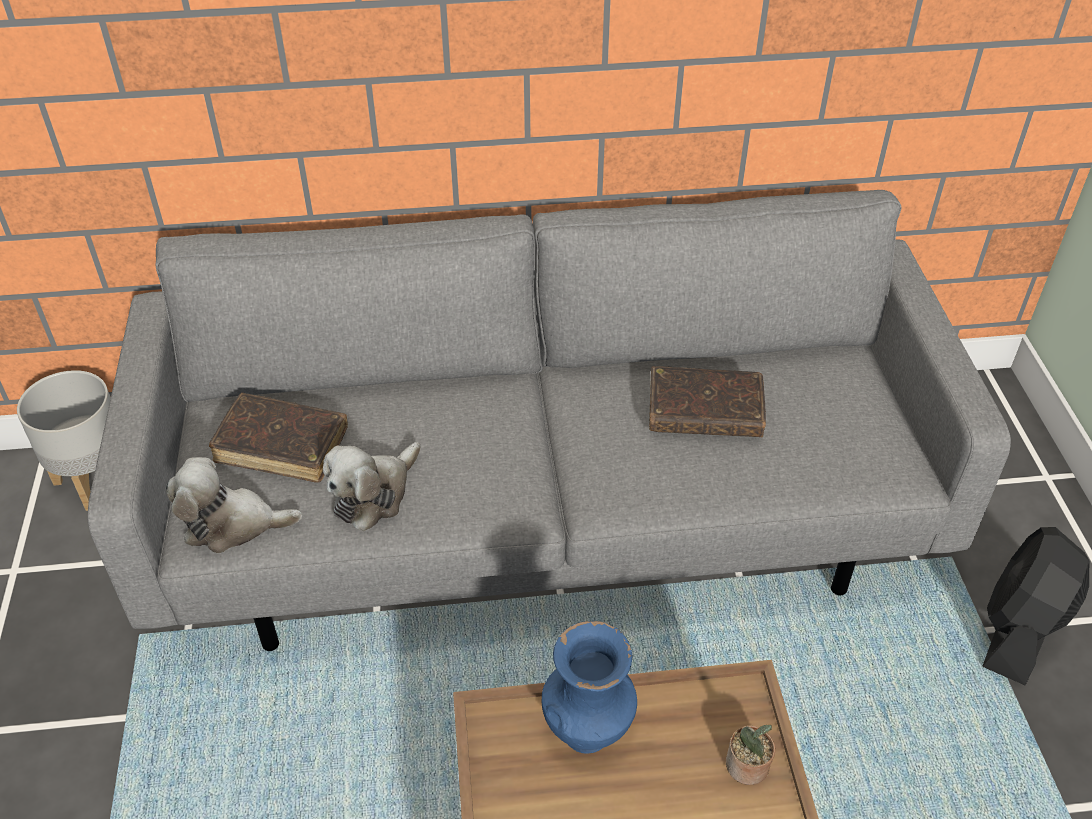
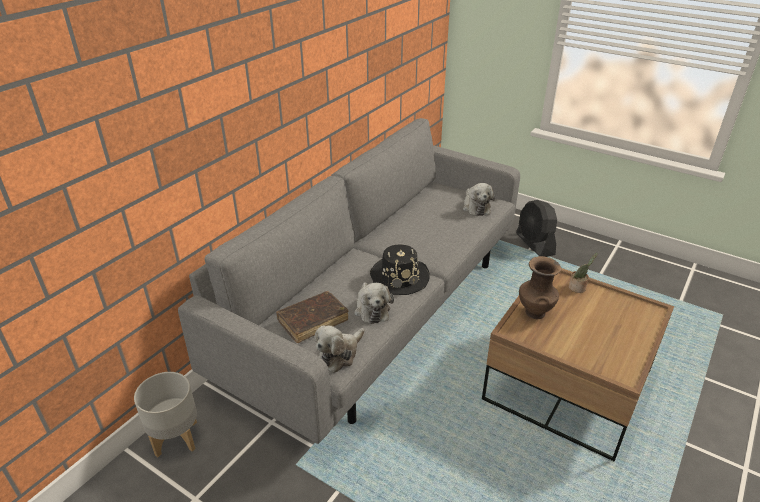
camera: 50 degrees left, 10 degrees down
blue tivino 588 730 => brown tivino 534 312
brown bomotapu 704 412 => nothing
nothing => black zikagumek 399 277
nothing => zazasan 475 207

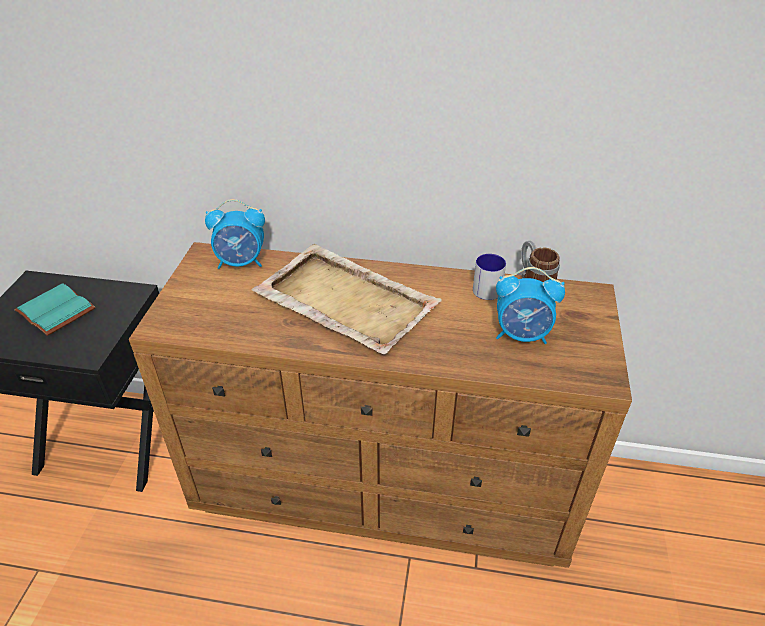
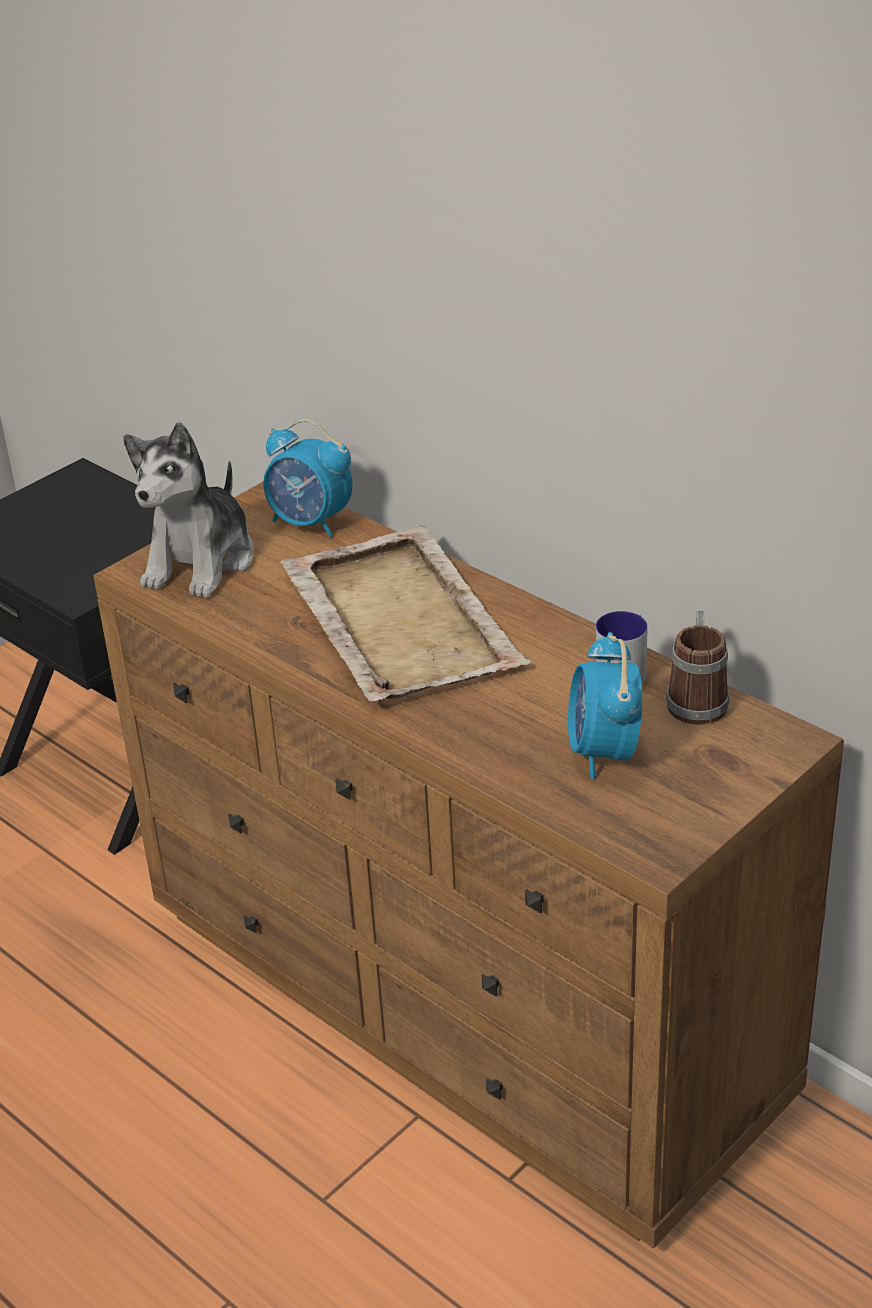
camera: 35 degrees right, 5 degrees down
turquoise bomotapu 53 311 => nothing
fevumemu 522 335 => fevumemu 603 753, 45 degrees clockwise
nothing => zazasan 201 562

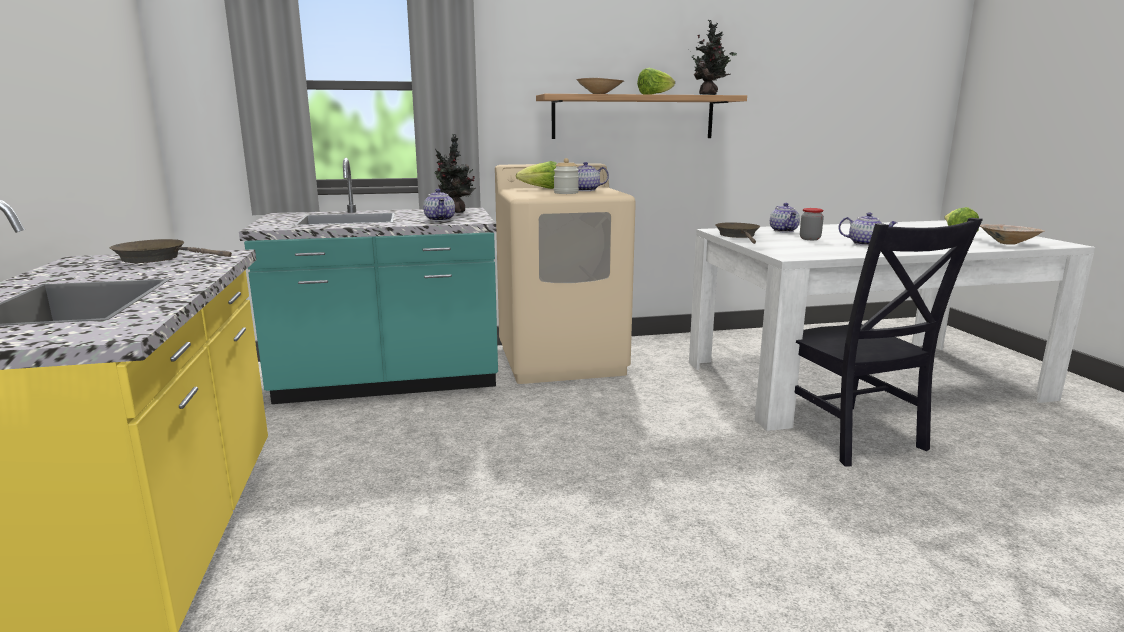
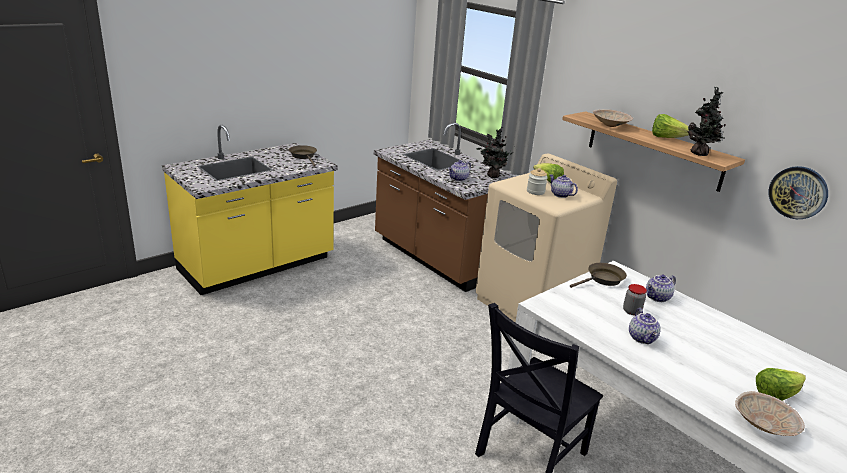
camera: 60 degrees right, 10 degrees up
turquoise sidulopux 388 381 => brown sidulopux 437 258
nothing => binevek 798 192

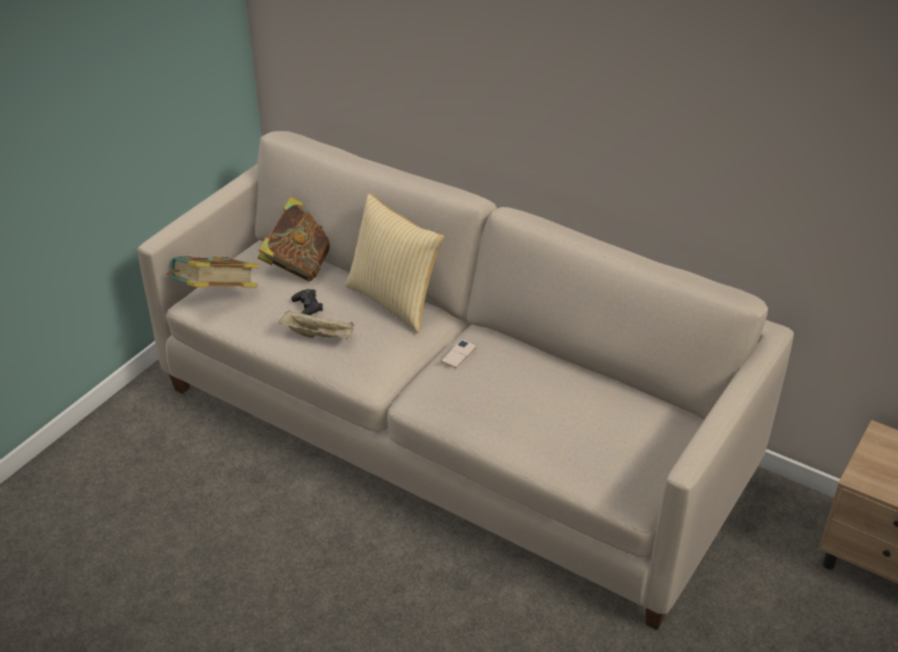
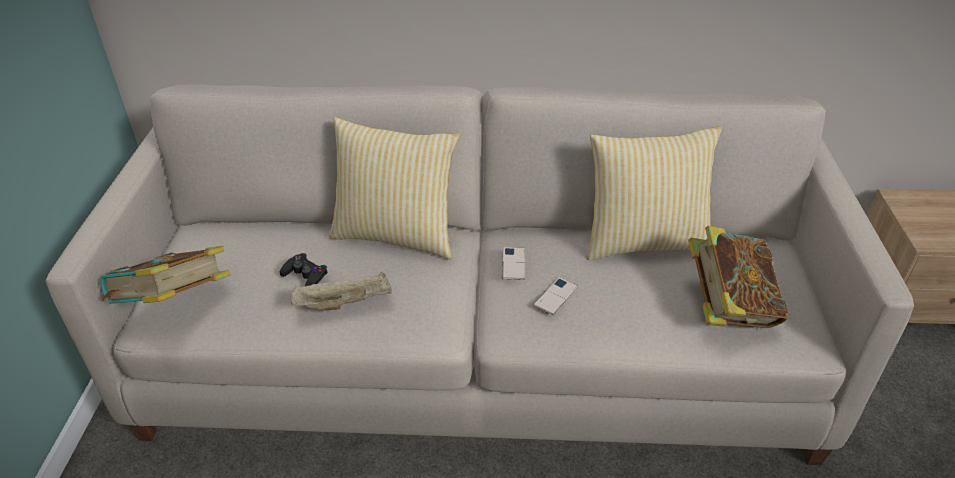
camera: 30 degrees left, 0 degrees up
bomotapu 301 263 => bomotapu 728 307, relocated
nothing => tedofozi 555 296
nothing => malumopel 644 241

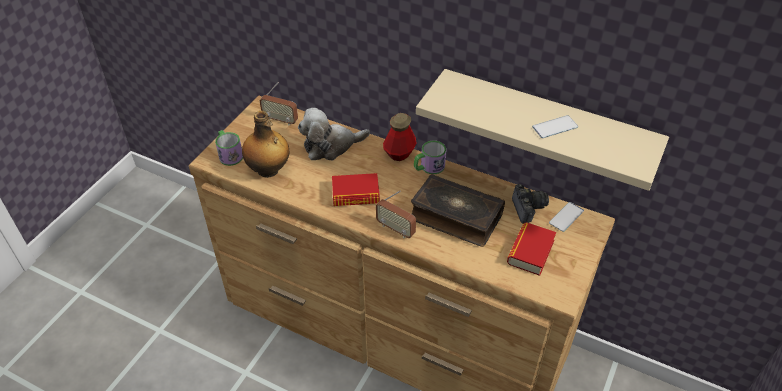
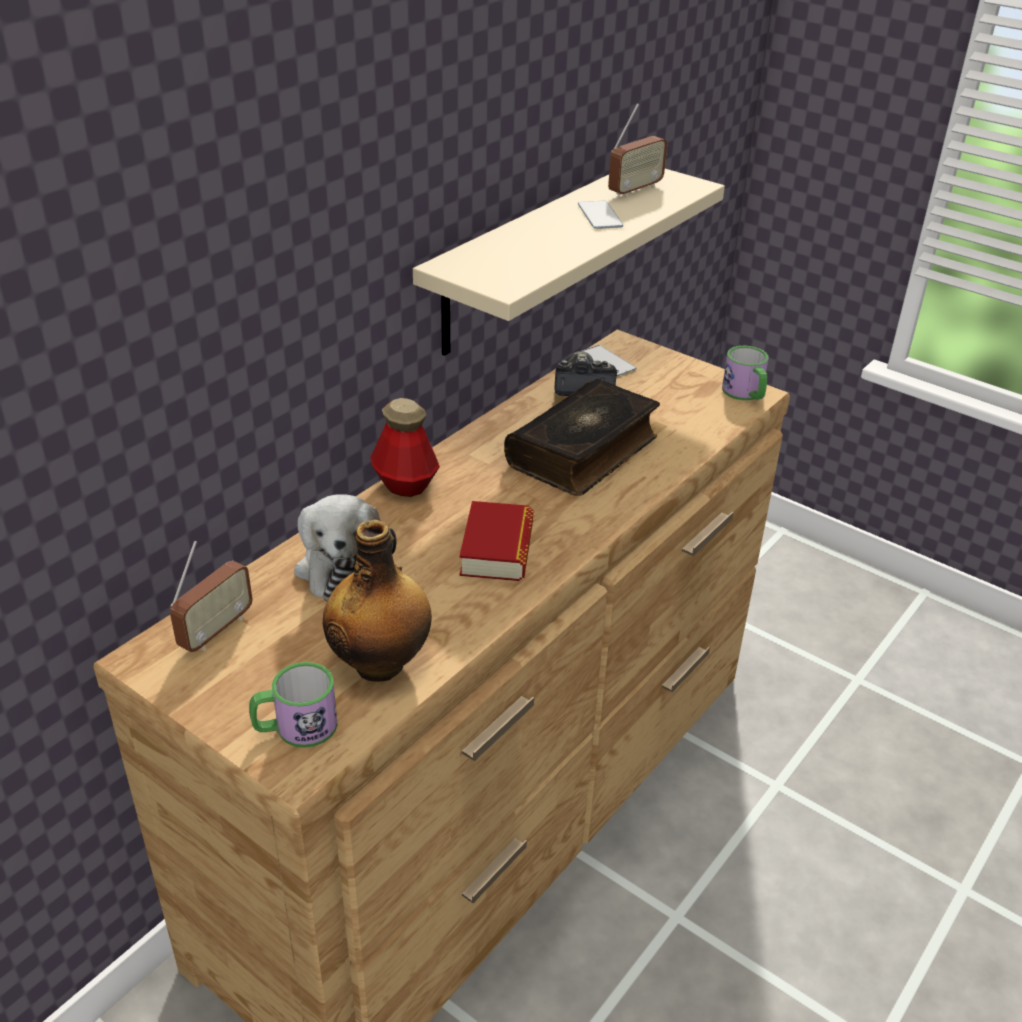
camera: 80 degrees left, 10 degrees down
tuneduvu 396 229 => tuneduvu 634 190, relocated
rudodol 428 167 => rudodol 746 394, relocated
bomotapu 530 252 => nothing

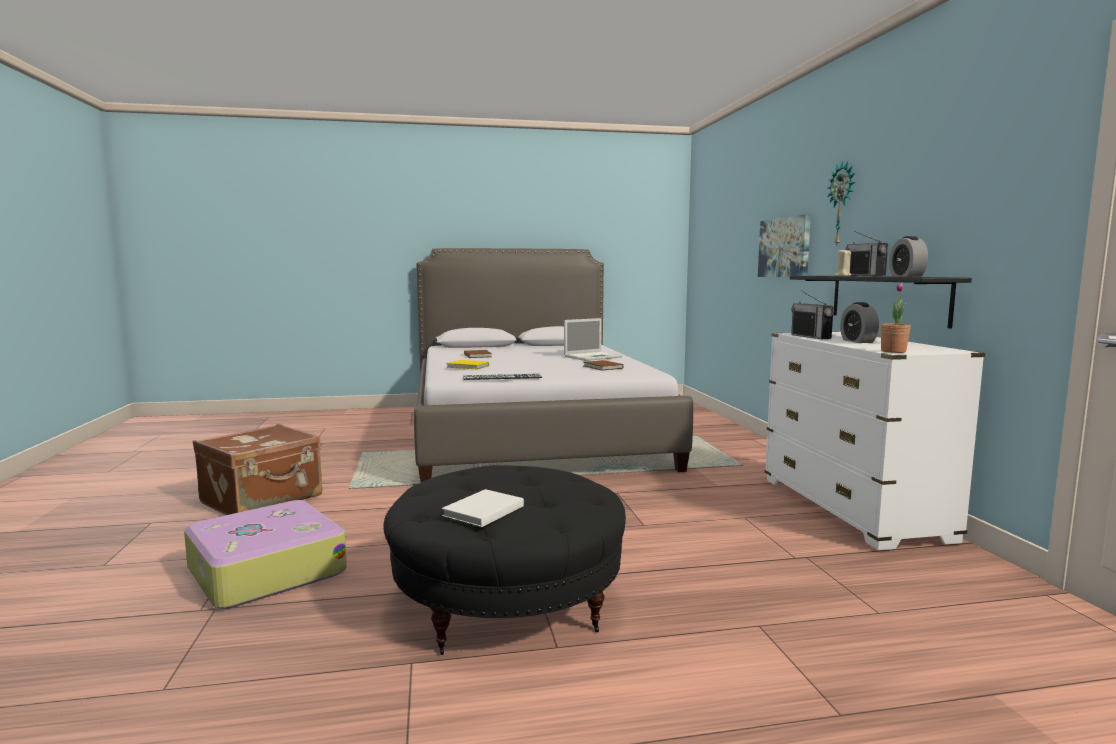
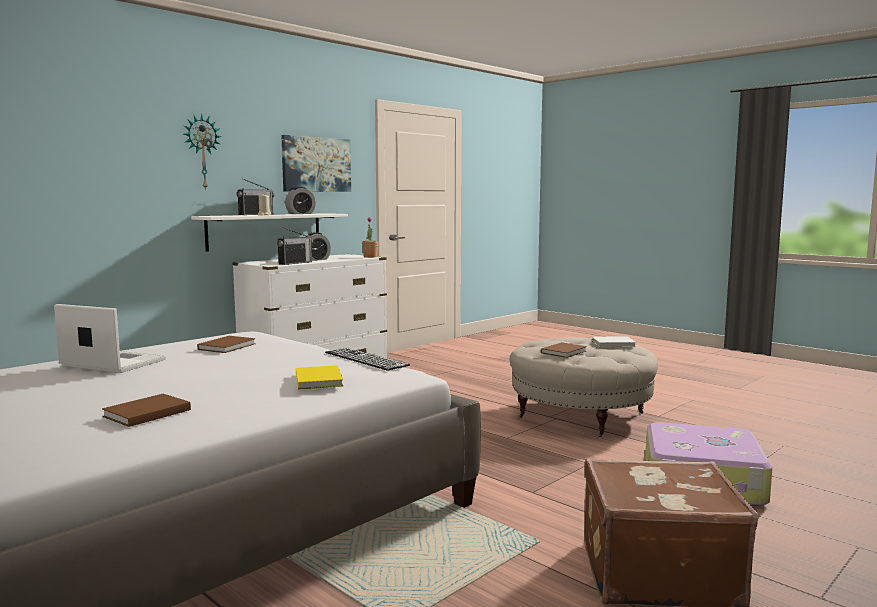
camera: 125 degrees left, 0 degrees up
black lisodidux 508 602 => beige lisodidux 581 415
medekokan 784 247 => medekokan 316 164, relocated
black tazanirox 887 298 => white tazanirox 265 231
nothing => brown bomotapu 565 352

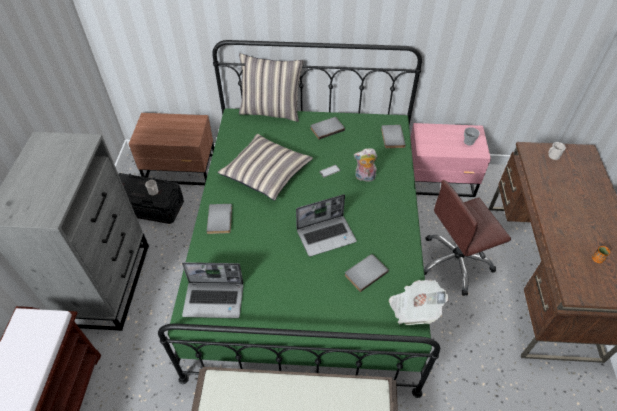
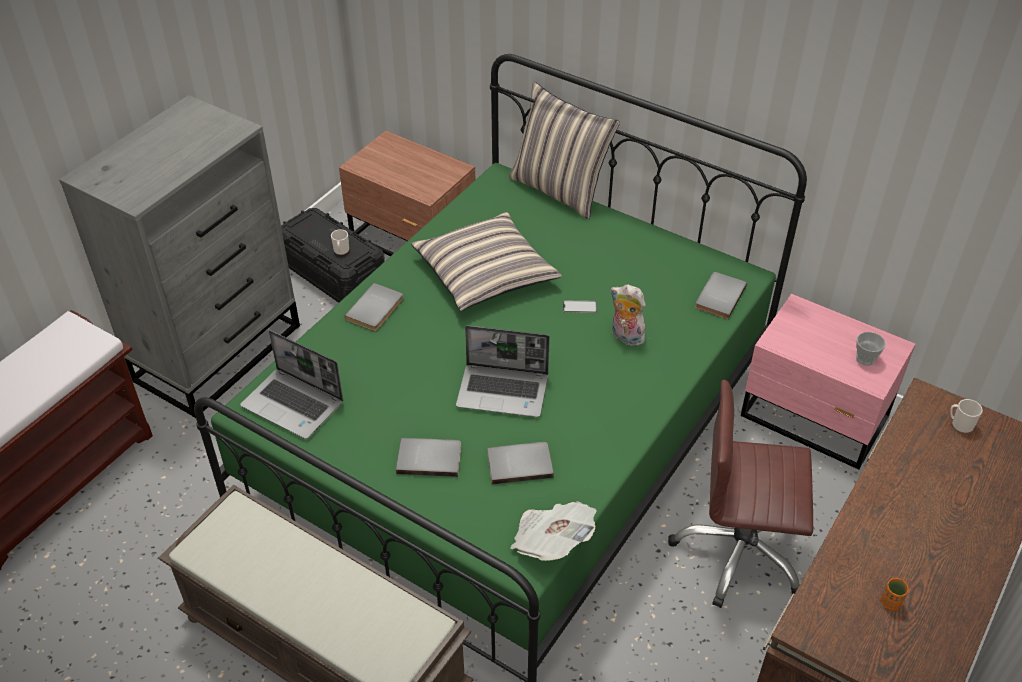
camera: 30 degrees right, 5 degrees down
grey bomotapu 326 128 => grey bomotapu 429 457, relocated

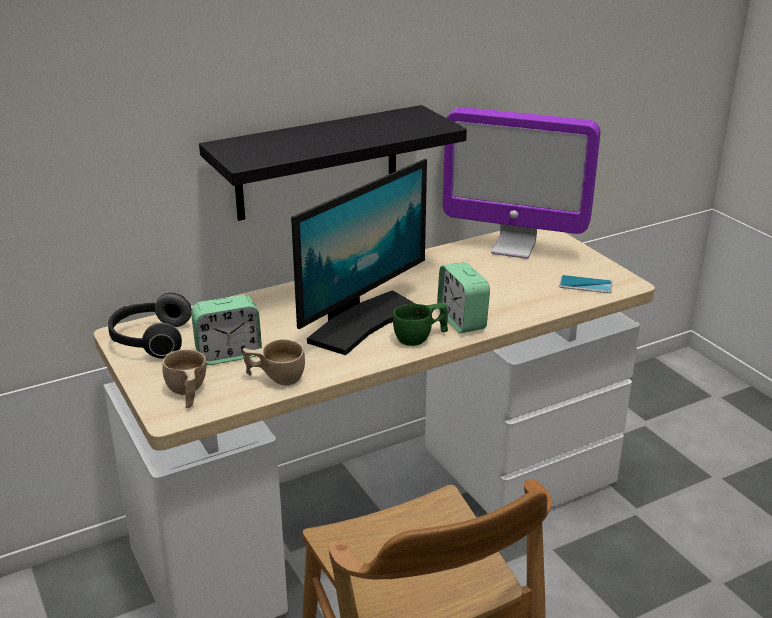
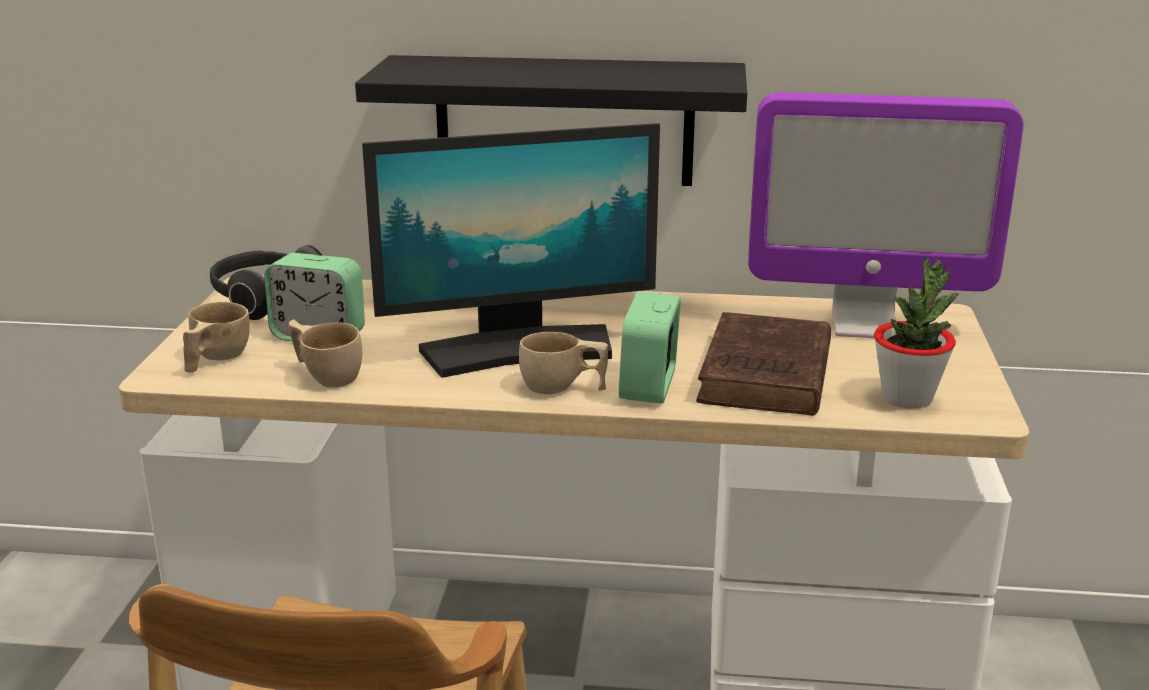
camera: 35 degrees right, 5 degrees down
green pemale 420 338 => beige pemale 563 388
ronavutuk 513 248 => ronavutuk 864 324, 45 degrees counterclockwise
tedofozi 585 285 => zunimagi 907 398
nothing => brown bomotapu 765 376

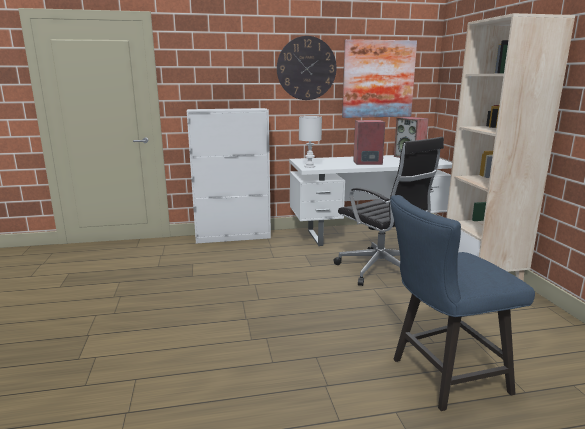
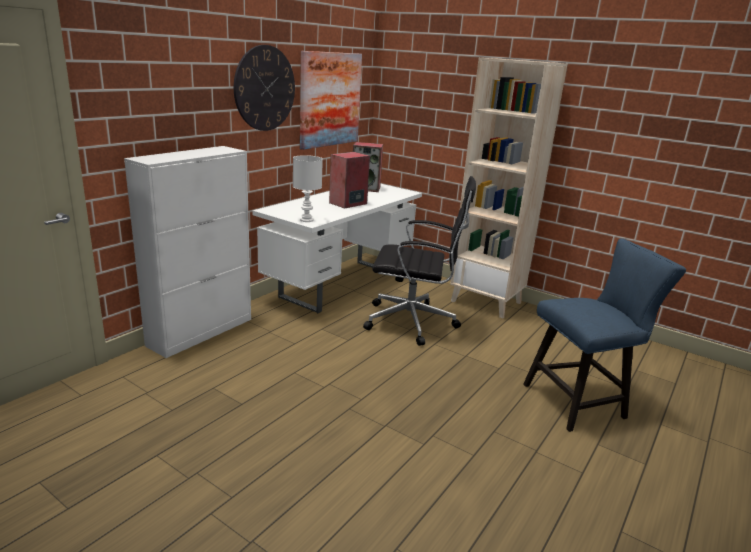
camera: 45 degrees left, 5 degrees up
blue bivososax 442 376 => blue bivososax 580 401, 135 degrees counterclockwise

